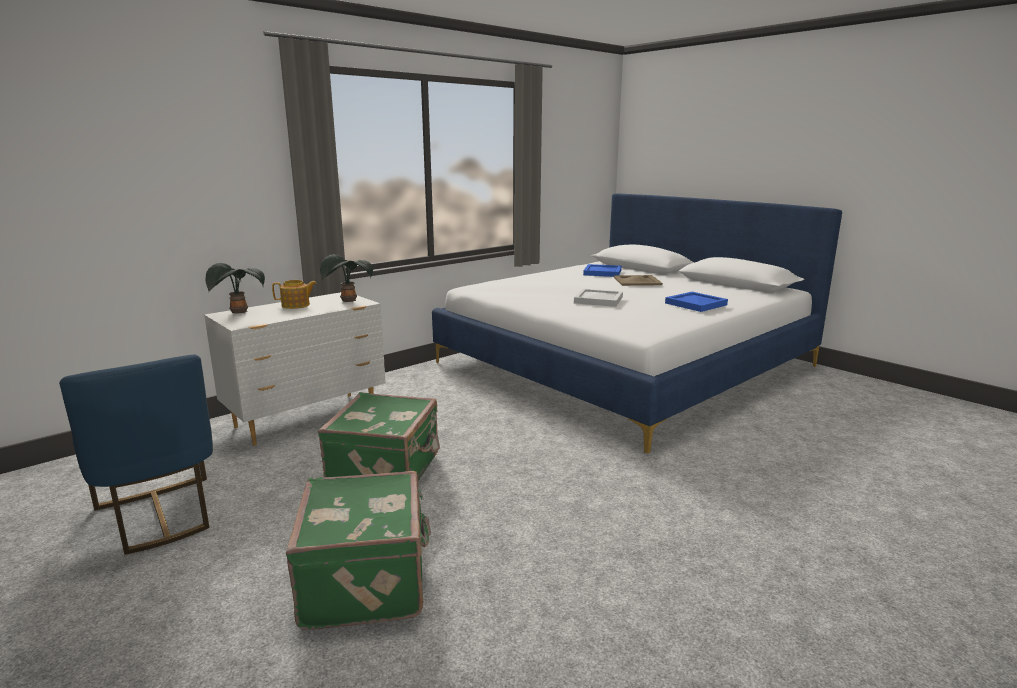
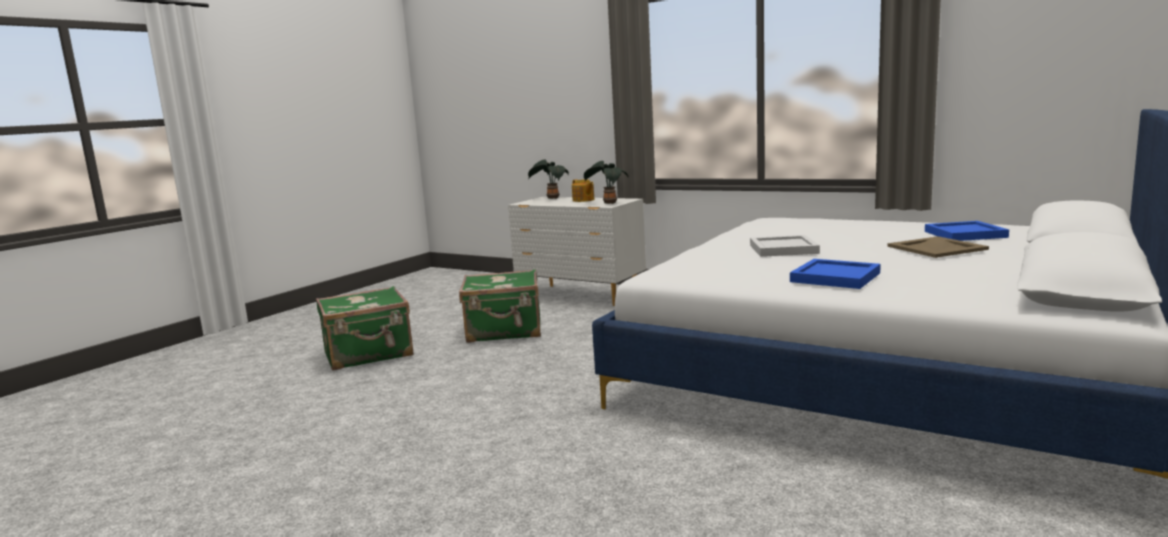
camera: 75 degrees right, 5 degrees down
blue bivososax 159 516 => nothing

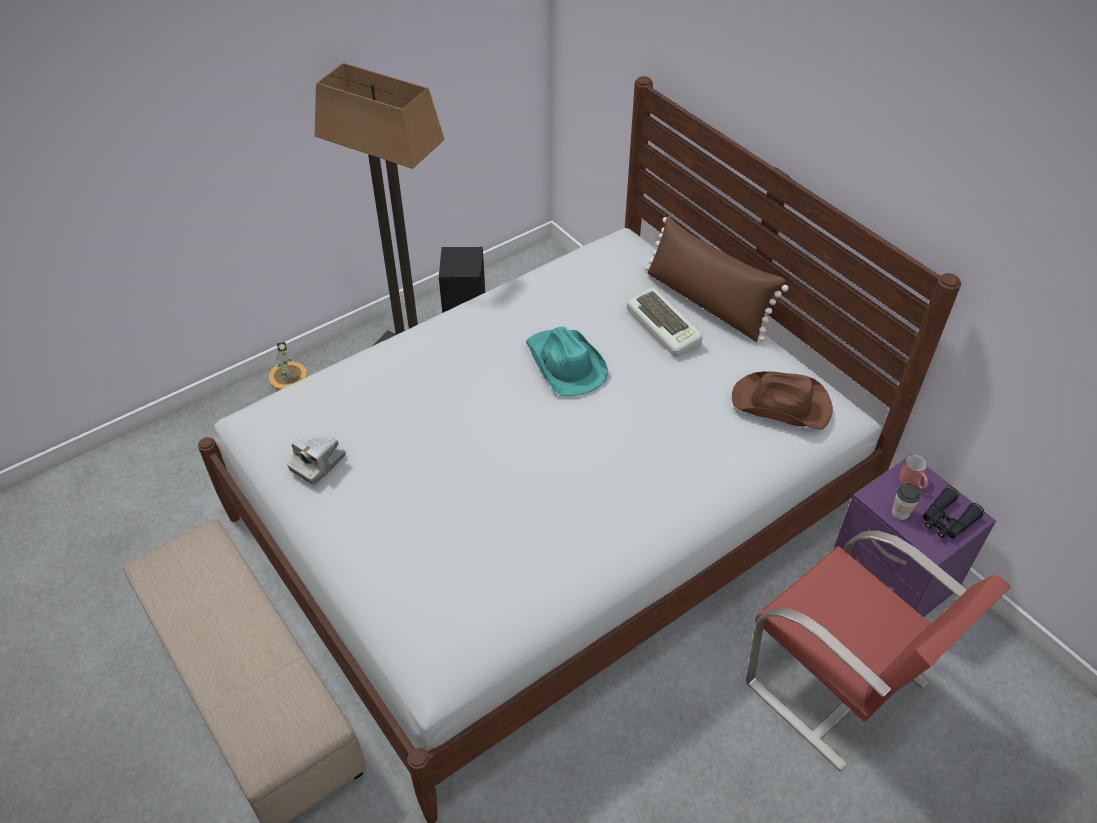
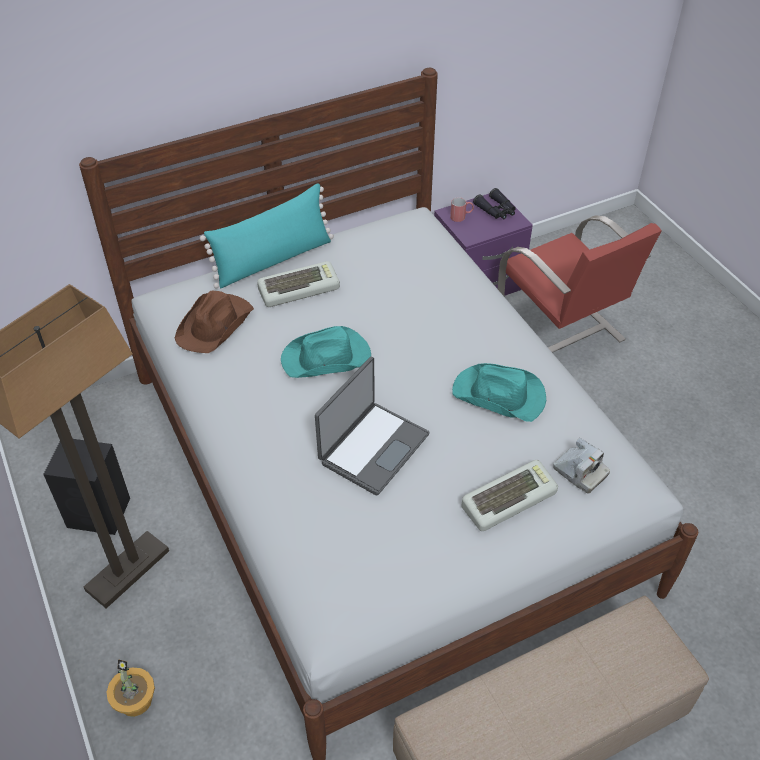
camera: 80 degrees left, 0 degrees up
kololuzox 318 463 => kololuzox 579 472, relocated
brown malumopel 706 303 => turquoise malumopel 273 260
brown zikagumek 782 405 => brown zikagumek 216 324, relocated
red bivososax 838 686 => red bivososax 560 334, 90 degrees clockwise
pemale 900 513 => nothing
nothing => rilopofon 372 448
nothing => turquoise zikagumek 499 396
nothing => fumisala 508 498

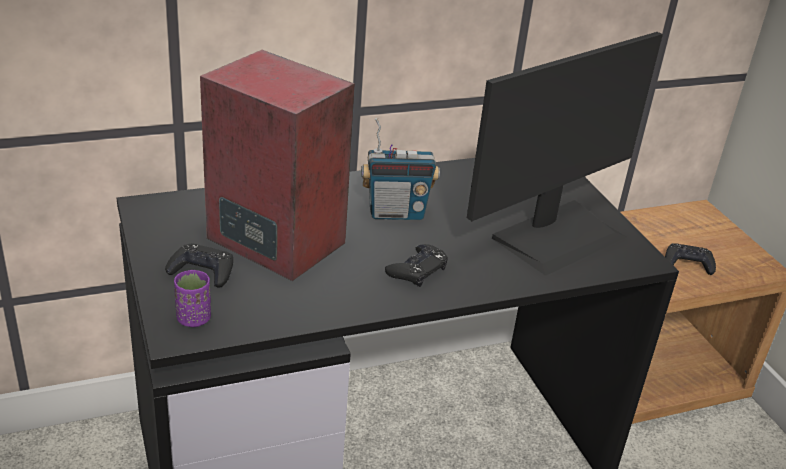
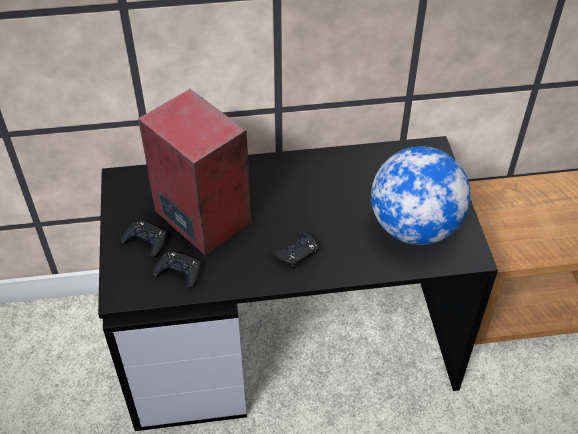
camera: 15 degrees right, 15 degrees up
purple pemale 194 319 => nothing
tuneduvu 396 213 => nothing
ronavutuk 558 235 => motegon 414 227
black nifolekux 688 264 => black nifolekux 179 272, relocated

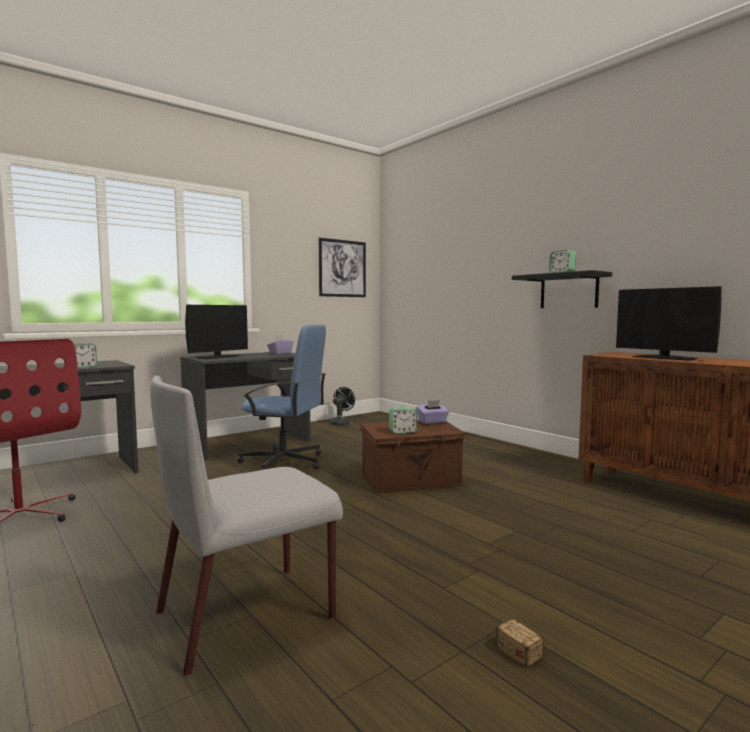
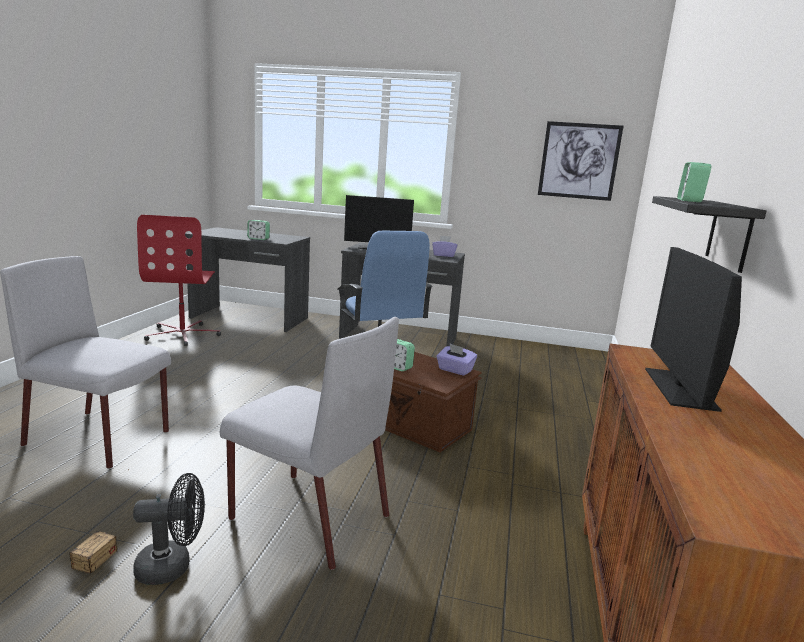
camera: 50 degrees right, 10 degrees up
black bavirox 341 423 => black bavirox 172 566, relocated
nothing => grey bivososax 307 516

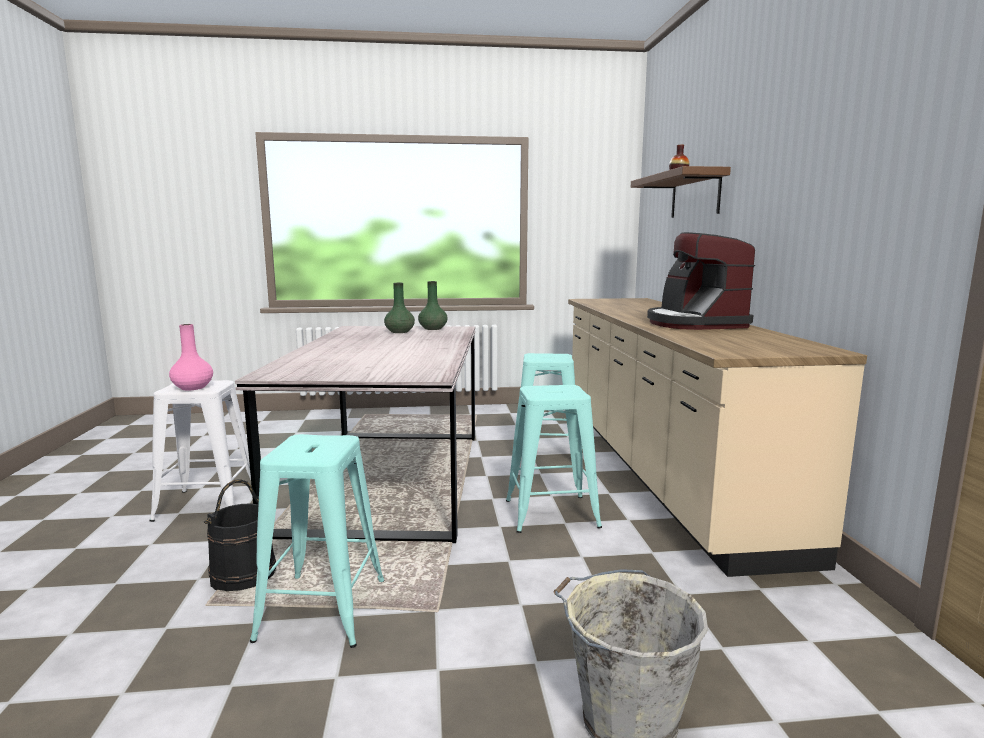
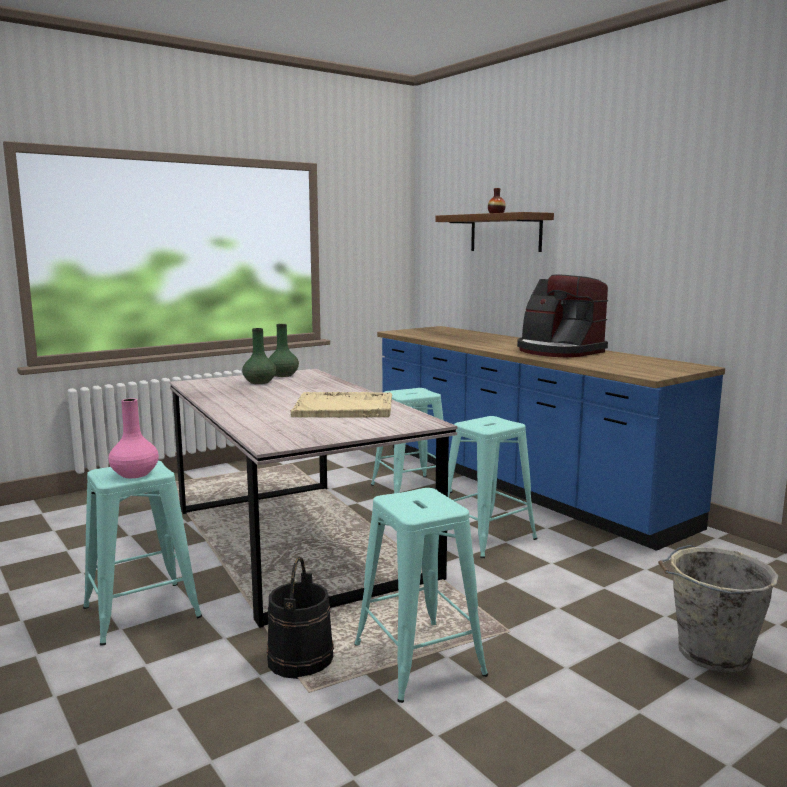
camera: 30 degrees left, 0 degrees up
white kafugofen 207 505 => turquoise kafugofen 141 612
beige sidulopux 660 469 => blue sidulopux 517 484
nothing => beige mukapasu 345 408

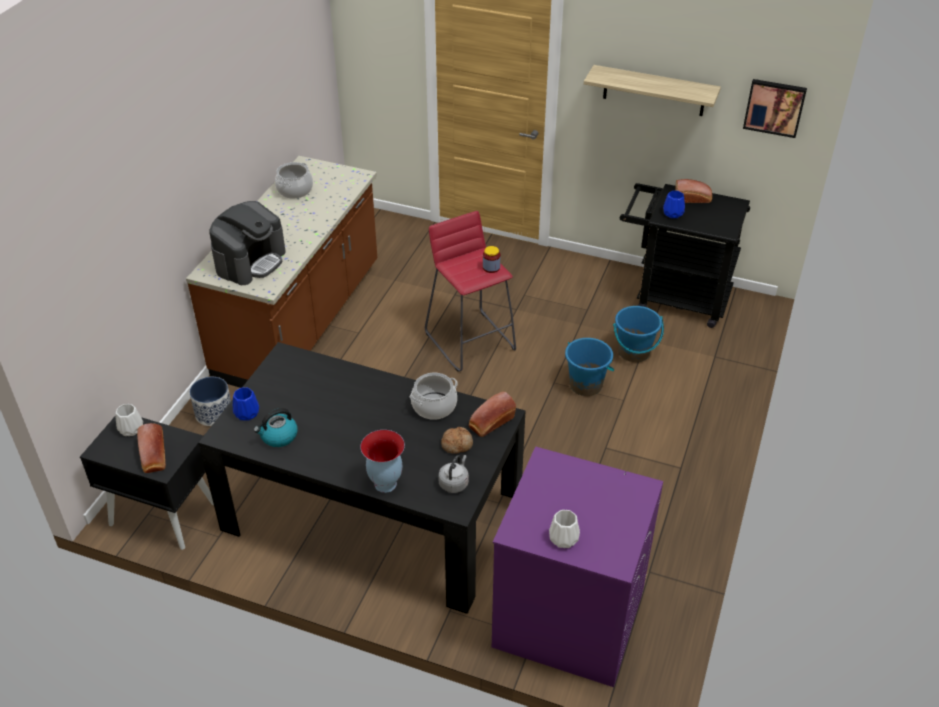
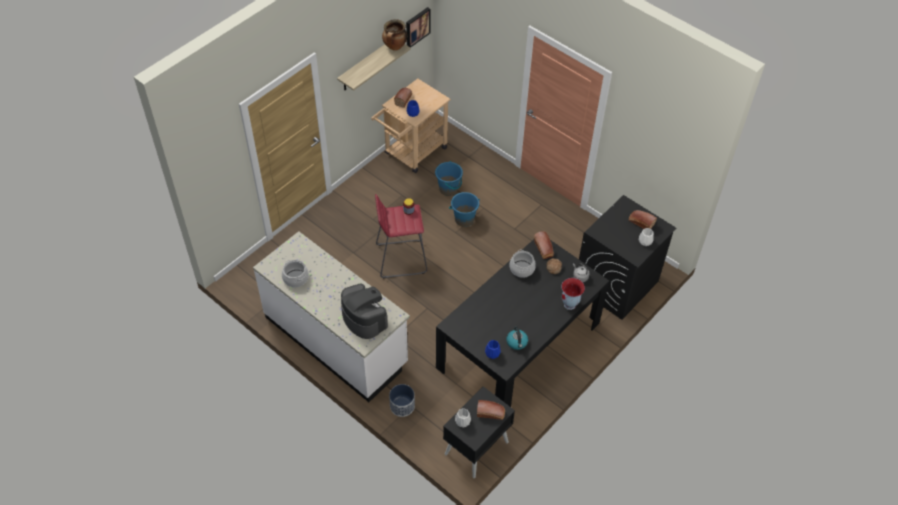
camera: 70 degrees left, 10 degrees up
brown sidulopux 301 321 => white sidulopux 336 340
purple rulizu 567 618 => black rulizu 615 284
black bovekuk 673 297 => beige bovekuk 412 153
nothing => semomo 395 47
nothing => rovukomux 640 222

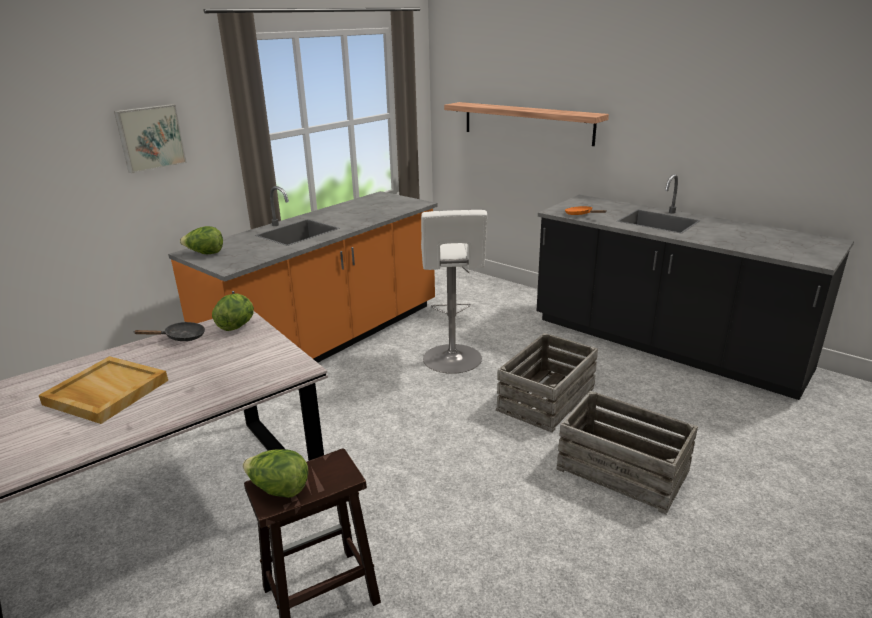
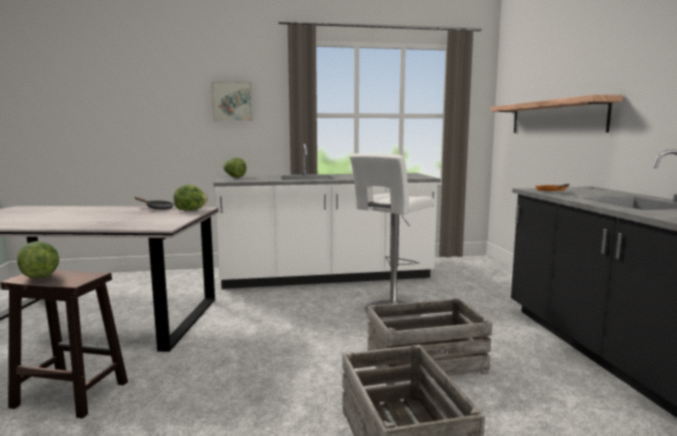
camera: 40 degrees right, 15 degrees down
beige mukapasu 105 392 => nothing
orange sidulopux 329 341 => white sidulopux 326 277

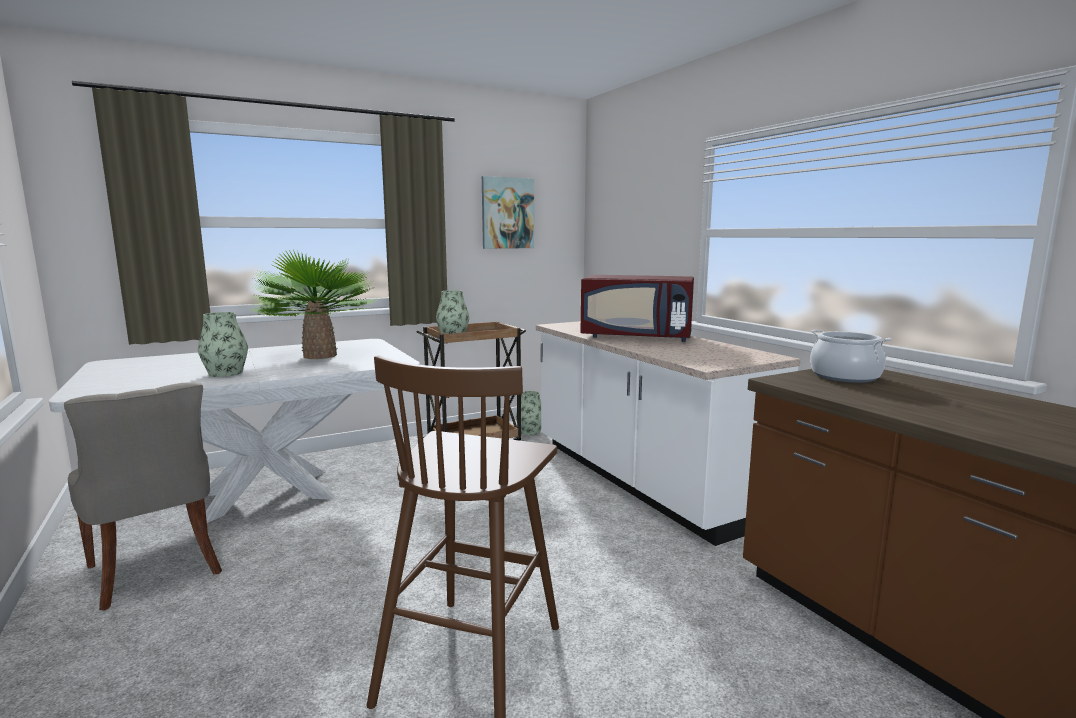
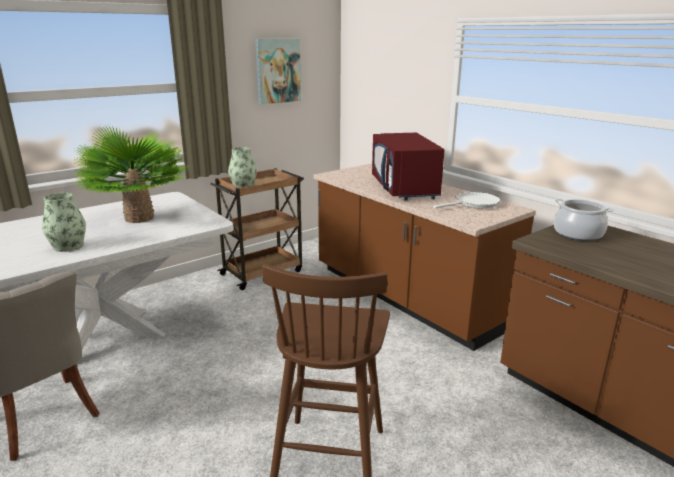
camera: 10 degrees left, 10 degrees up
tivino 530 431 => nothing
white sidulopux 641 480 => brown sidulopux 406 297
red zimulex 637 337 => red zimulex 404 188, 75 degrees clockwise
nothing => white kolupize 474 204

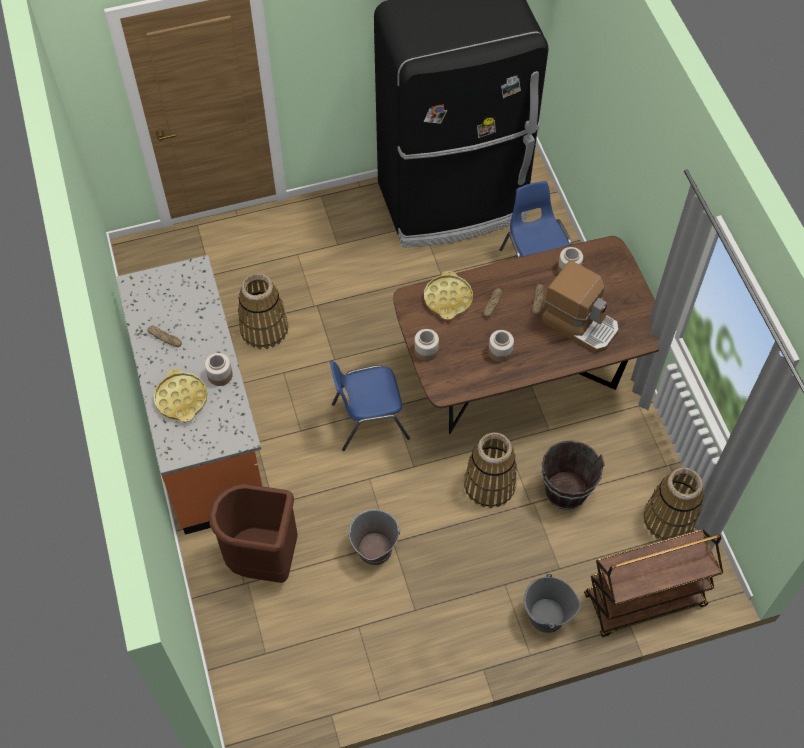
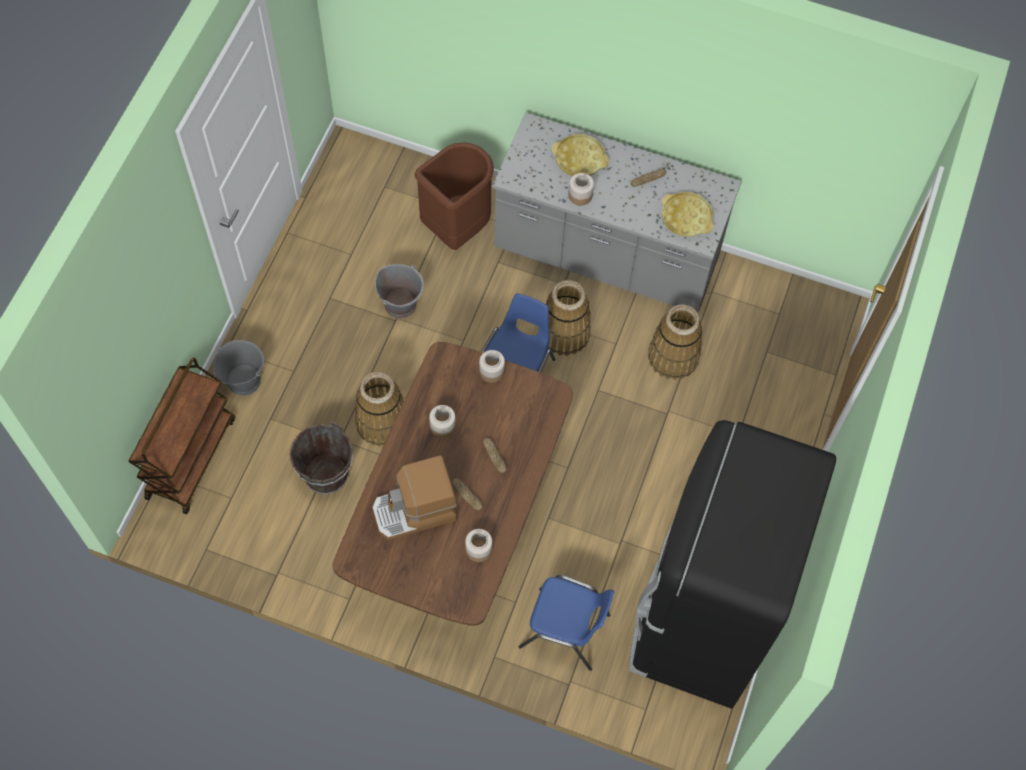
camera: 125 degrees right, 5 degrees up
orange sidulopux 205 429 => grey sidulopux 606 257
yellow mukapasu 448 299 => yellow mukapasu 686 217, relocated
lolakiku 669 518 => lolakiku 564 333, relocated

